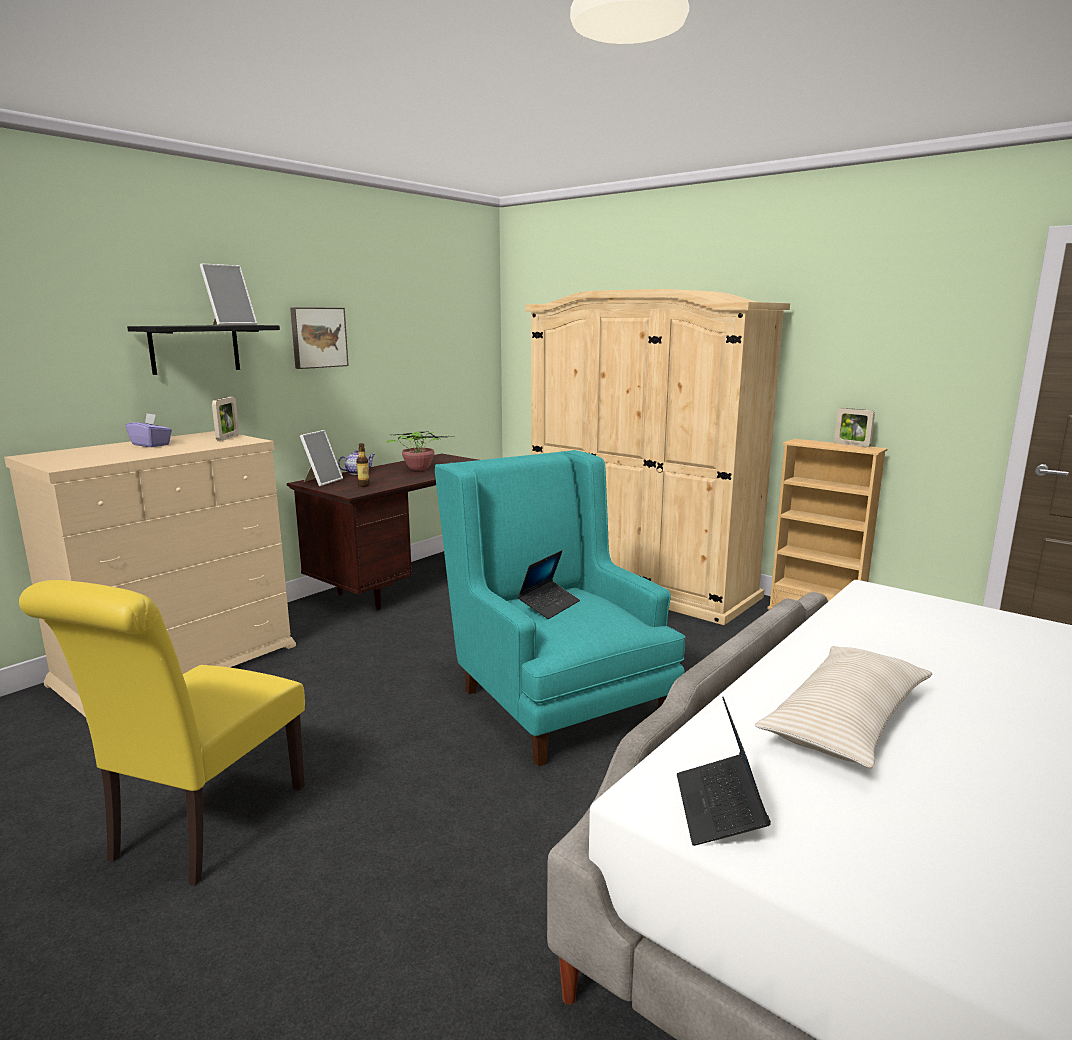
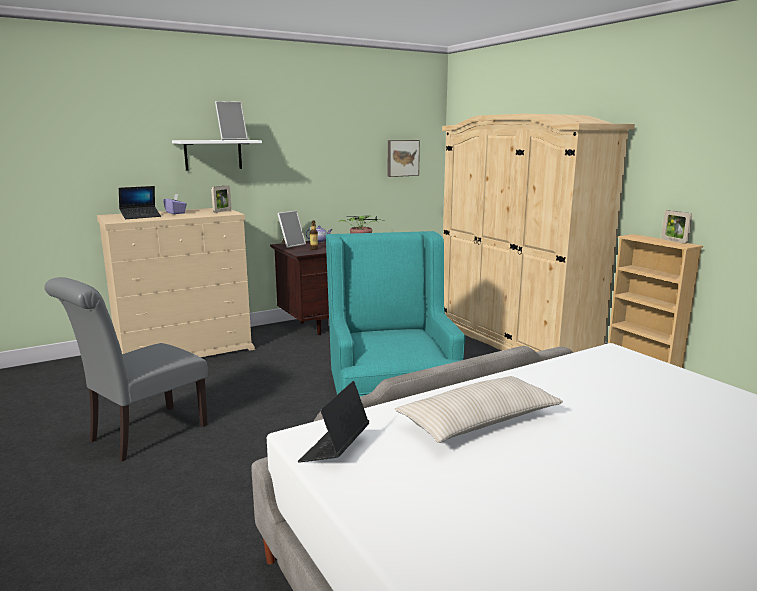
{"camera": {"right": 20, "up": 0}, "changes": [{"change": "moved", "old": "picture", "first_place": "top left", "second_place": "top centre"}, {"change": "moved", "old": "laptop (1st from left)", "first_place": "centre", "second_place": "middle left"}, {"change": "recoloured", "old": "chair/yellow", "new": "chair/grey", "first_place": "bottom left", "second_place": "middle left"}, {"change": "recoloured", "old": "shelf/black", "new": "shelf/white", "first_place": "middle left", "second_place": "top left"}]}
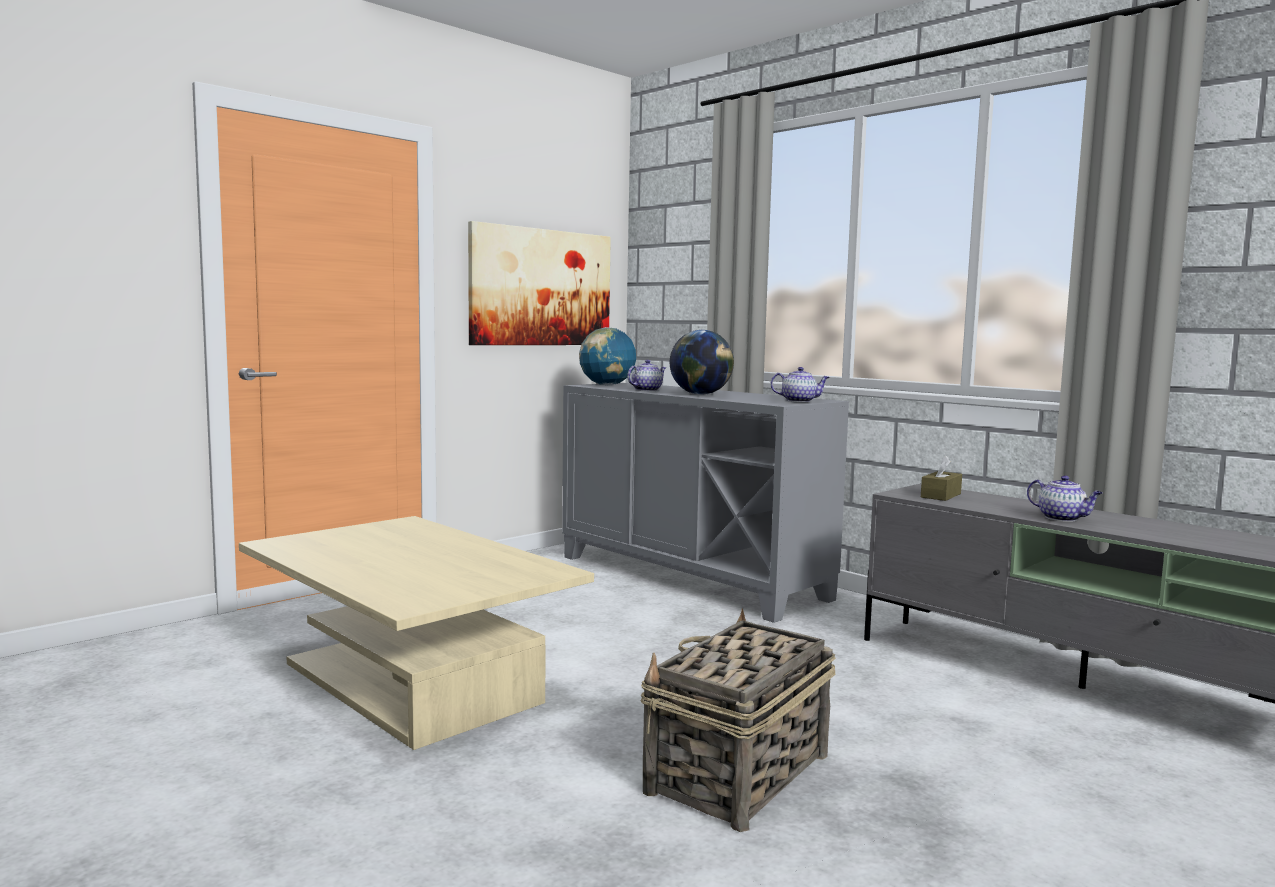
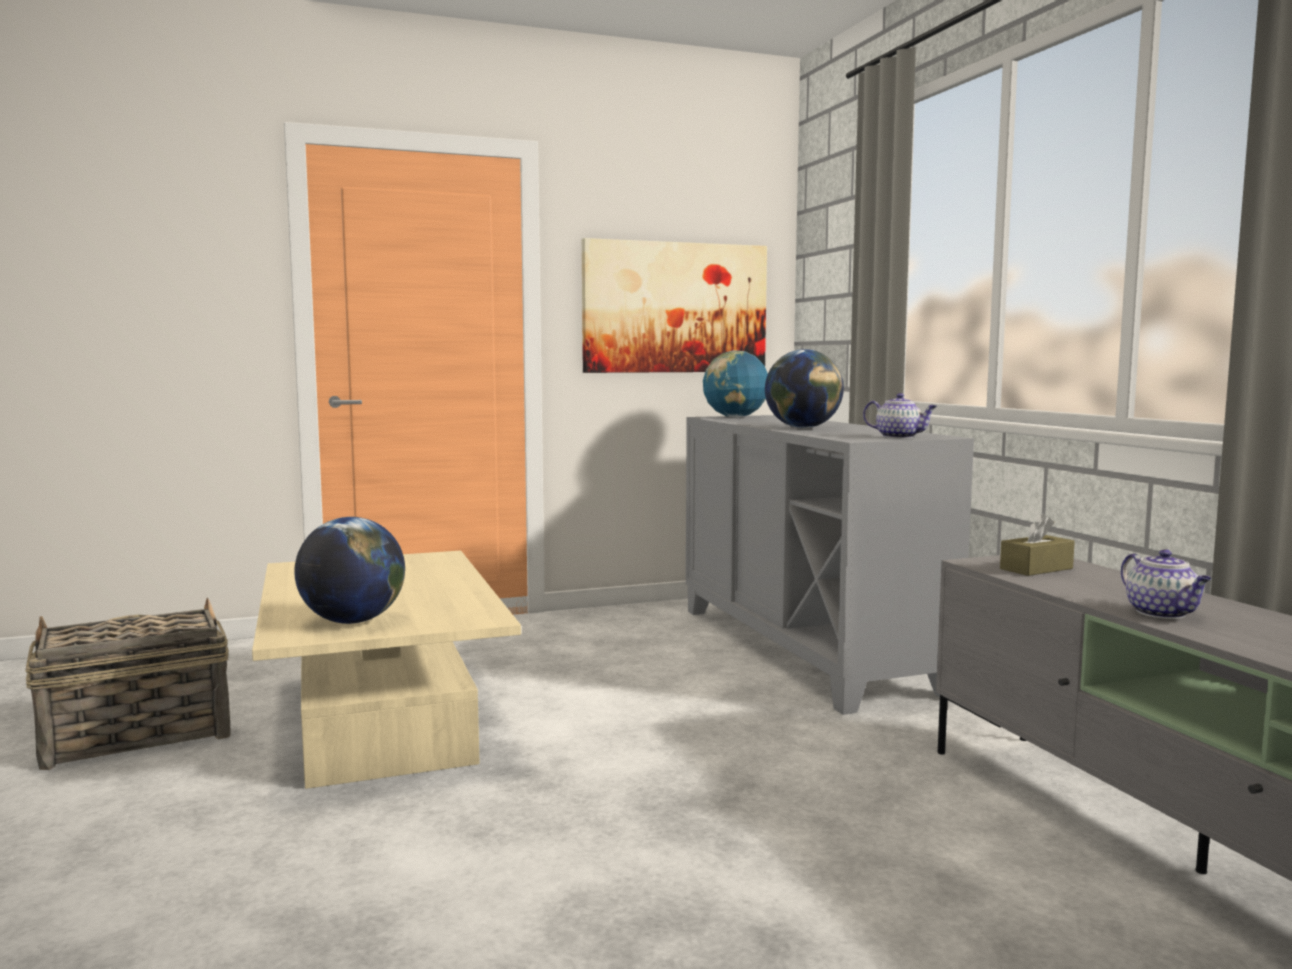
{"camera": {"right": 25, "up": 0}, "changes": [{"change": "removed", "old": "teapot (1st from left)", "first_place": "centre"}, {"change": "added", "new": "globe (1st from left)", "second_place": "middle left"}, {"change": "moved", "old": "basket", "first_place": "bottom centre", "second_place": "bottom left"}]}
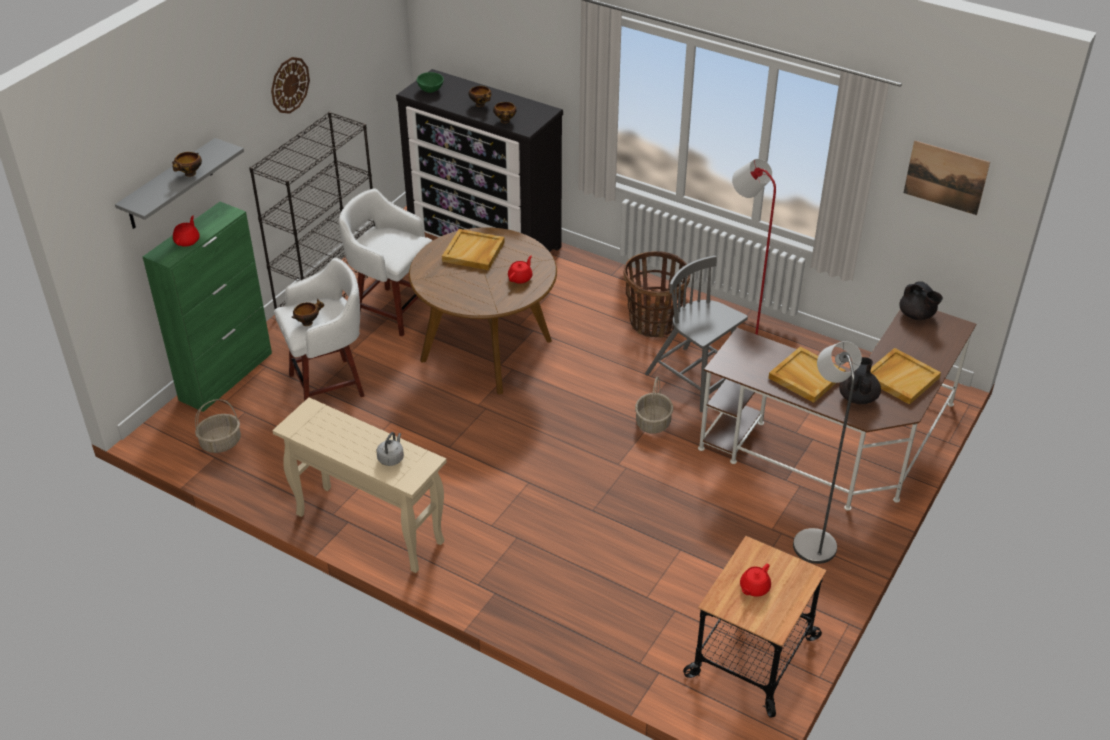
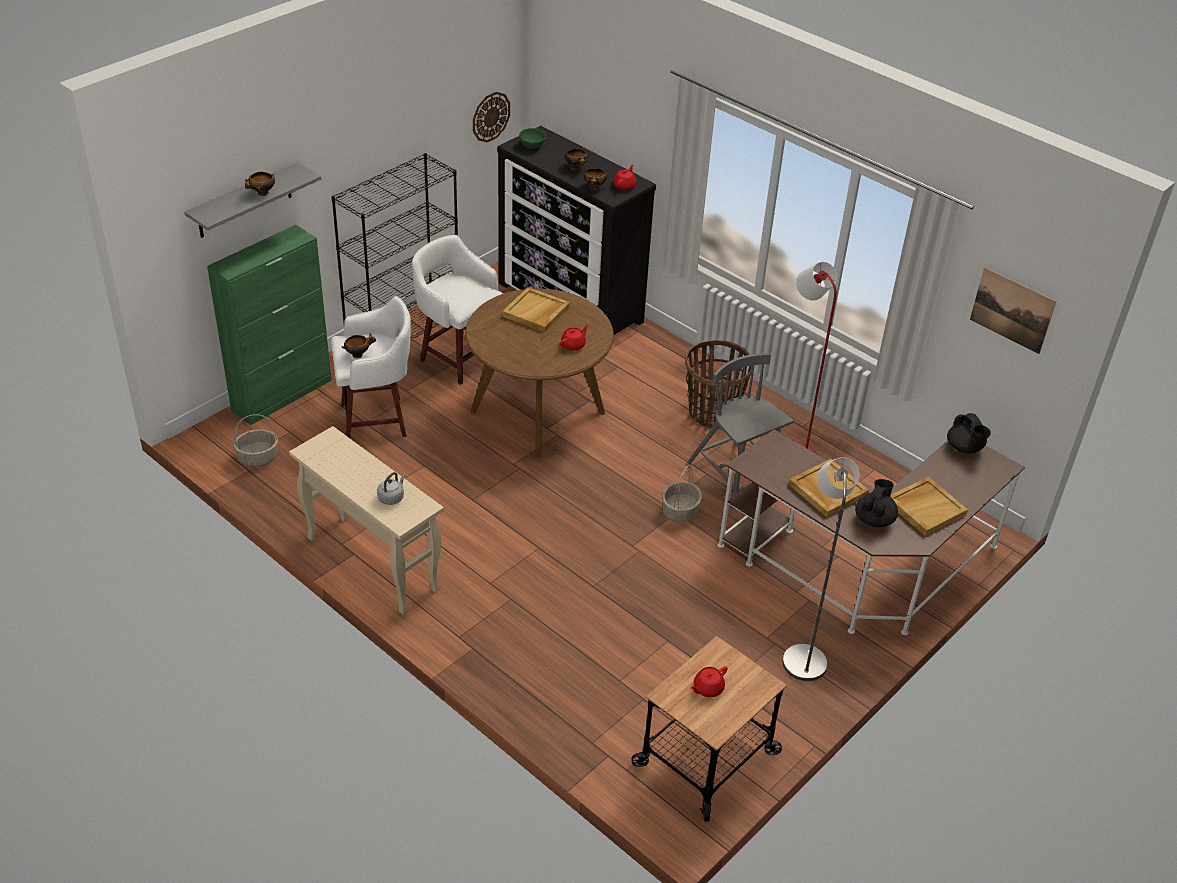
{"camera": {"right": 10, "up": 0}, "changes": [{"change": "moved", "old": "teapot/red (1st from left in the first image)", "new": "teapot/red (2nd from left)", "first_place": "top left", "second_place": "top centre"}, {"change": "moved", "old": "wall clock", "first_place": "top left", "second_place": "top centre"}]}
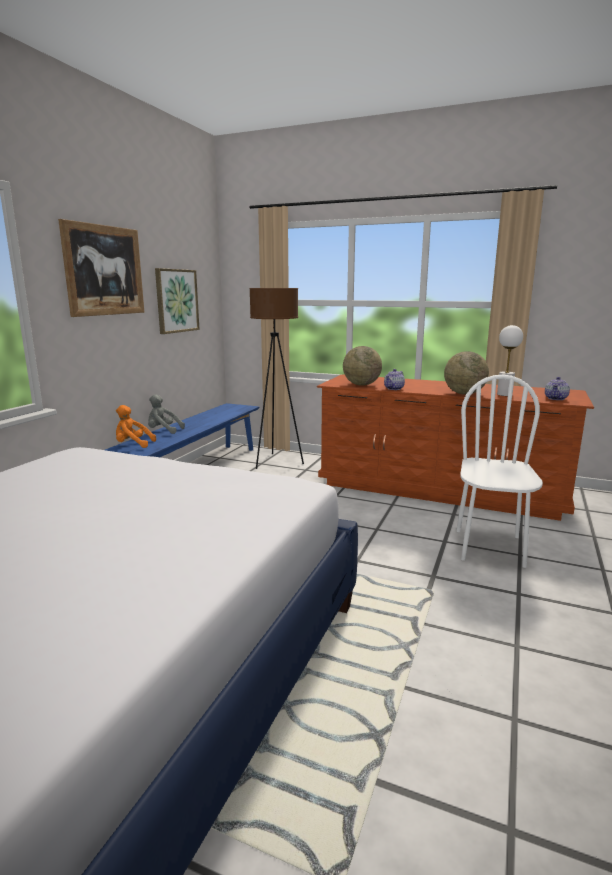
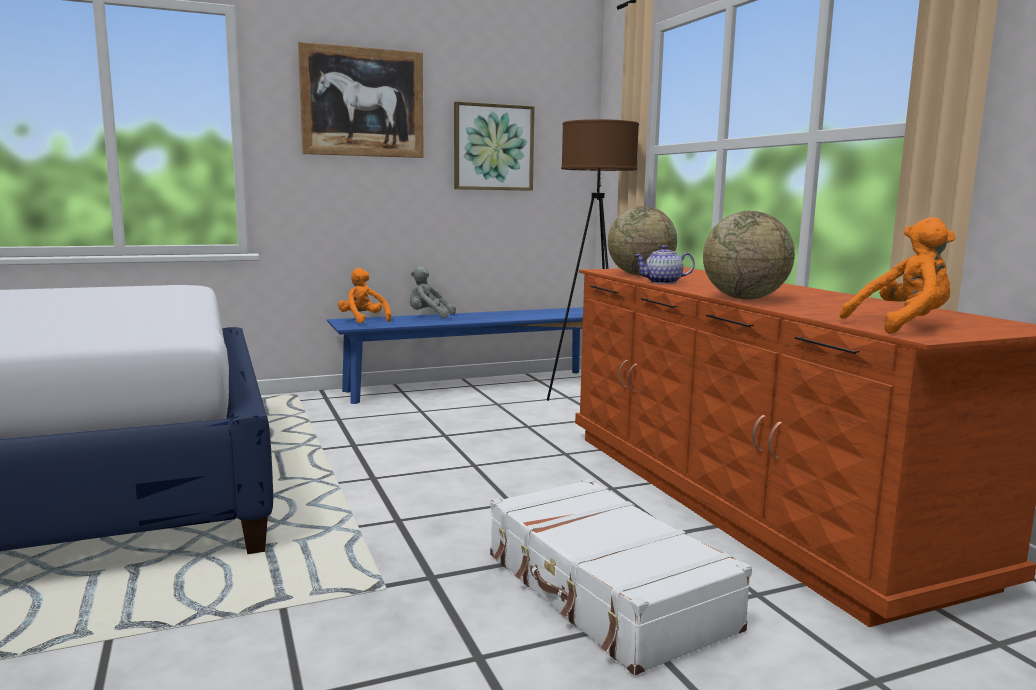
{"camera": {"right": 45, "up": -5}, "changes": [{"change": "removed", "old": "table lamp/white", "first_place": "middle right"}, {"change": "replaced", "old": "chair/white", "new": "suitcase/white", "first_place": "middle right", "second_place": "bottom centre"}, {"change": "replaced", "old": "teapot (2nd from left)", "new": "plush toy/orange (2nd from left)", "first_place": "middle right", "second_place": "middle right"}, {"change": "turned", "old": "plush toy/grey", "first_place": "middle left", "second_place": "centre", "degrees": -45}]}
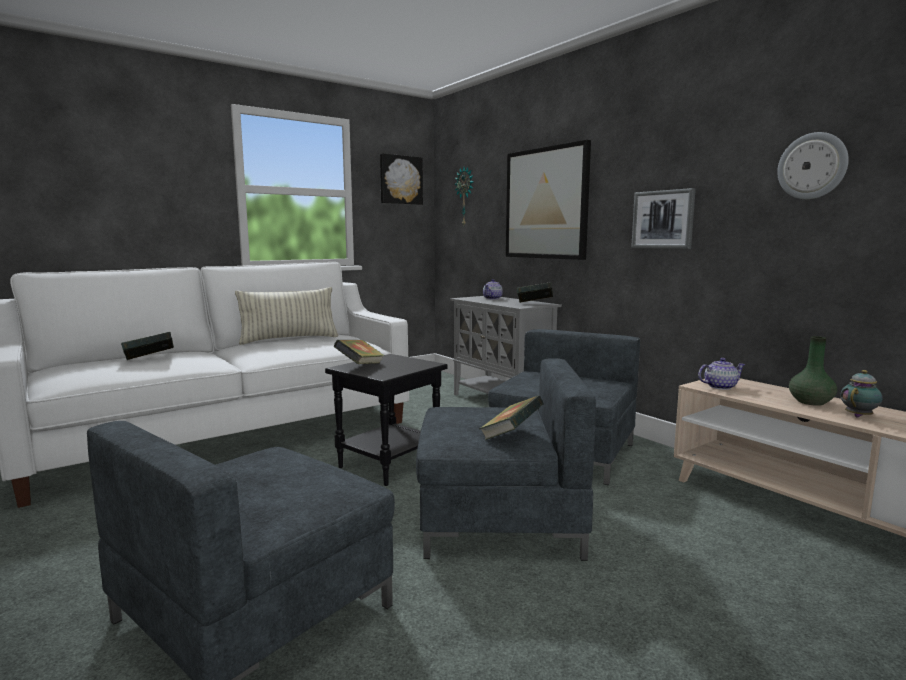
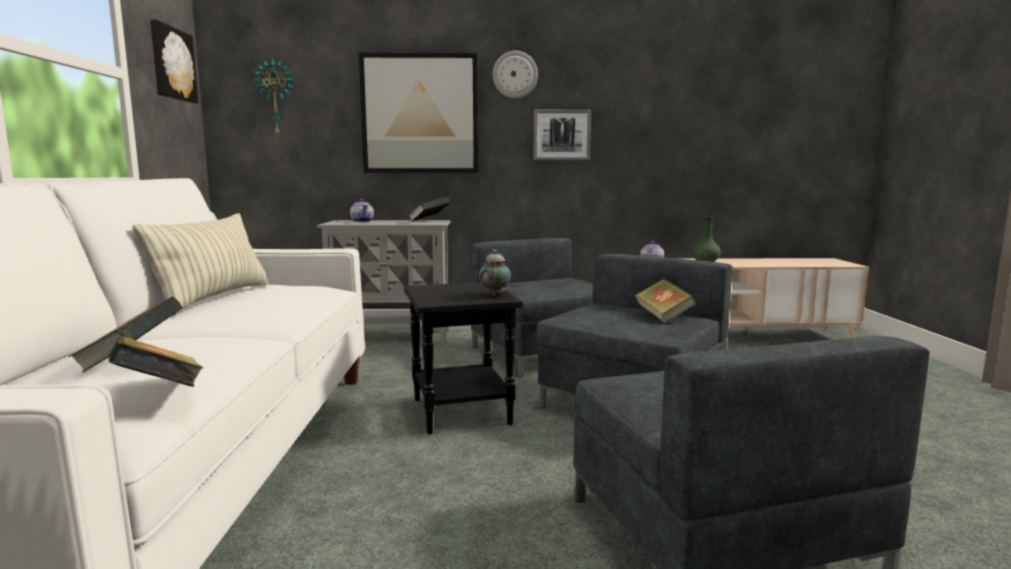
{"camera": {"right": -55, "up": 0}, "changes": [{"change": "moved", "old": "book (2nd from left)", "first_place": "centre", "second_place": "middle left"}, {"change": "moved", "old": "wall clock (2nd from left)", "first_place": "top right", "second_place": "top centre"}, {"change": "moved", "old": "teapot (3rd from left in the first image)", "new": "teapot (2nd from left)", "first_place": "middle right", "second_place": "centre"}]}
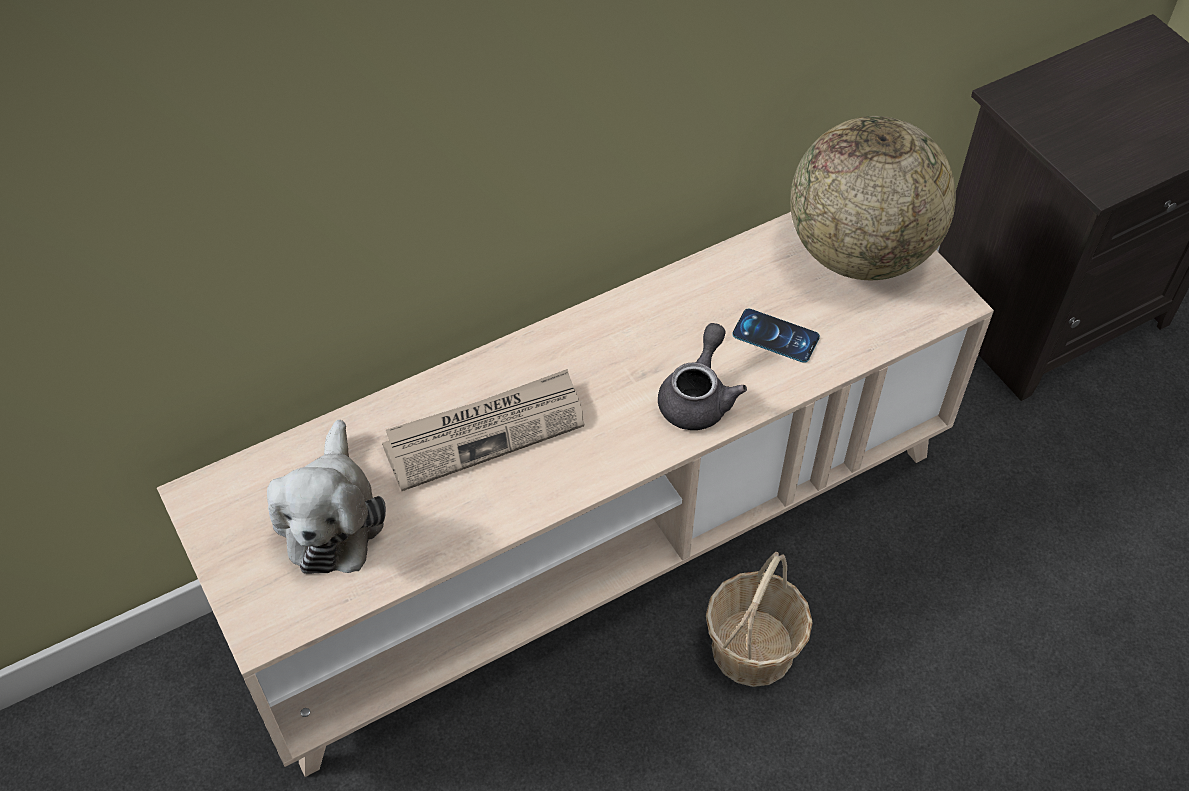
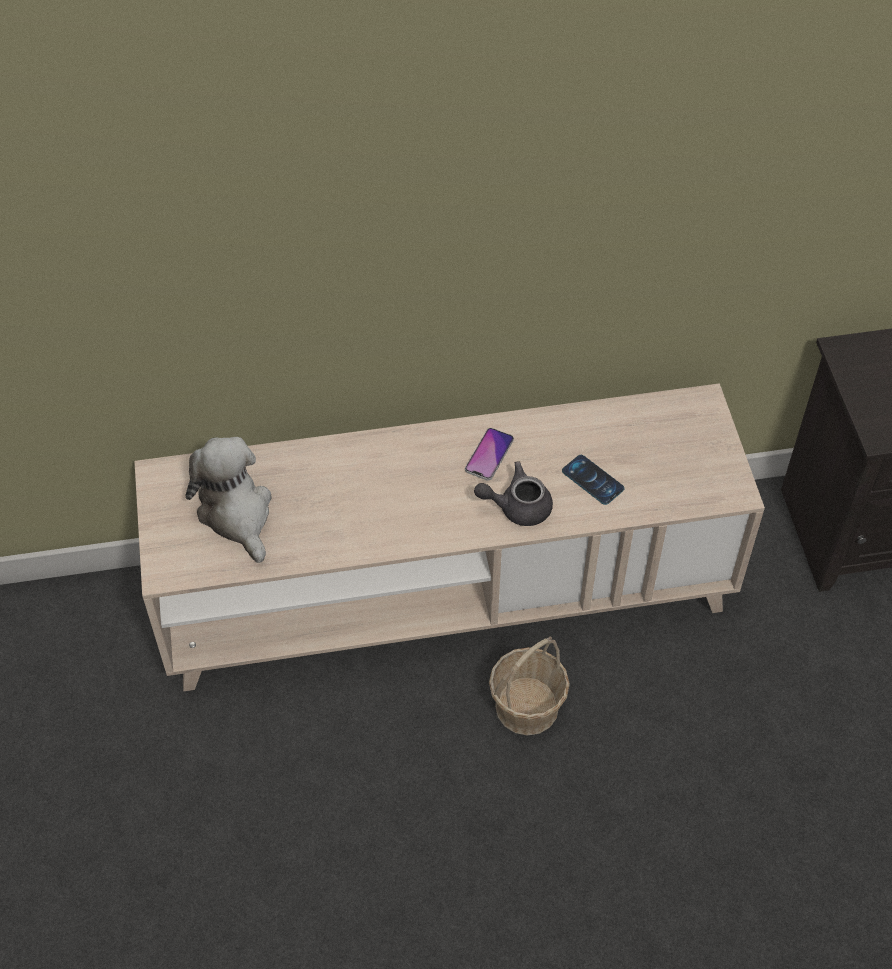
{"camera": {"right": 20, "up": 0}, "changes": [{"change": "removed", "old": "newspaper", "first_place": "centre"}, {"change": "removed", "old": "globe", "first_place": "top right"}, {"change": "added", "new": "phone (1st from left)", "second_place": "centre"}, {"change": "turned", "old": "plush toy", "first_place": "middle left", "second_place": "middle left", "degrees": 135}, {"change": "turned", "old": "teapot/grey", "first_place": "centre", "second_place": "centre", "degrees": -135}]}
